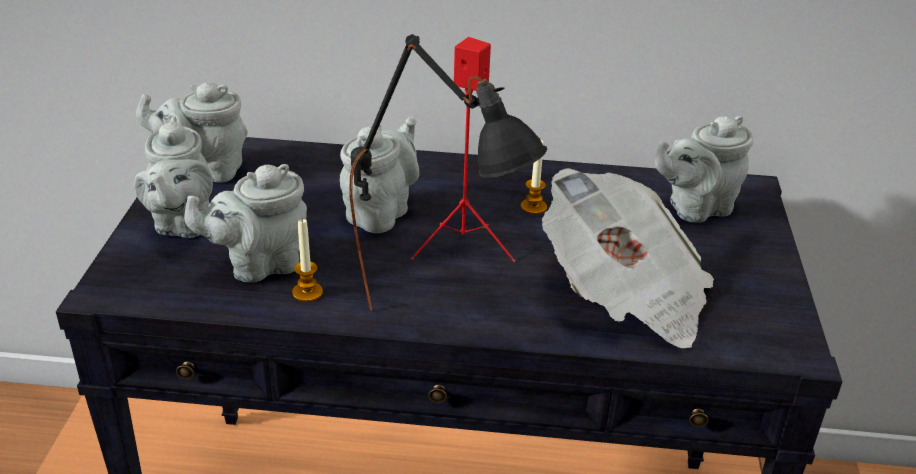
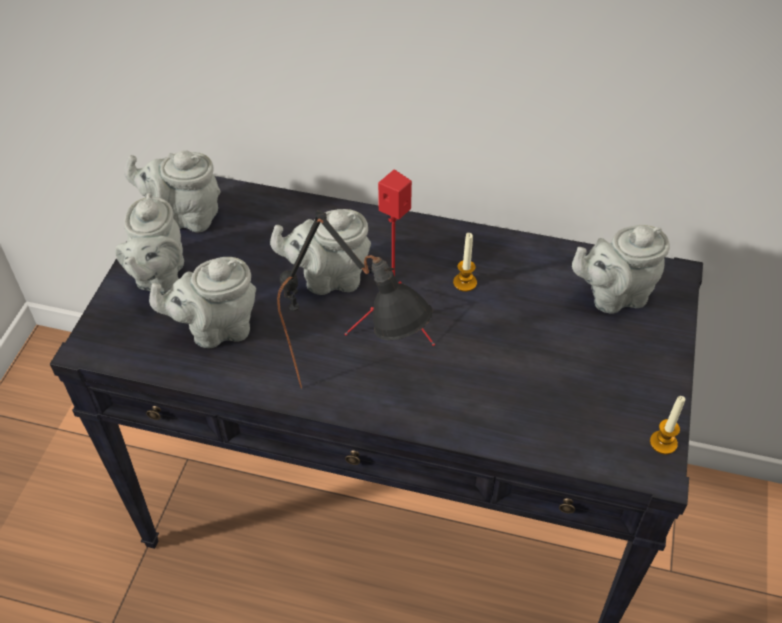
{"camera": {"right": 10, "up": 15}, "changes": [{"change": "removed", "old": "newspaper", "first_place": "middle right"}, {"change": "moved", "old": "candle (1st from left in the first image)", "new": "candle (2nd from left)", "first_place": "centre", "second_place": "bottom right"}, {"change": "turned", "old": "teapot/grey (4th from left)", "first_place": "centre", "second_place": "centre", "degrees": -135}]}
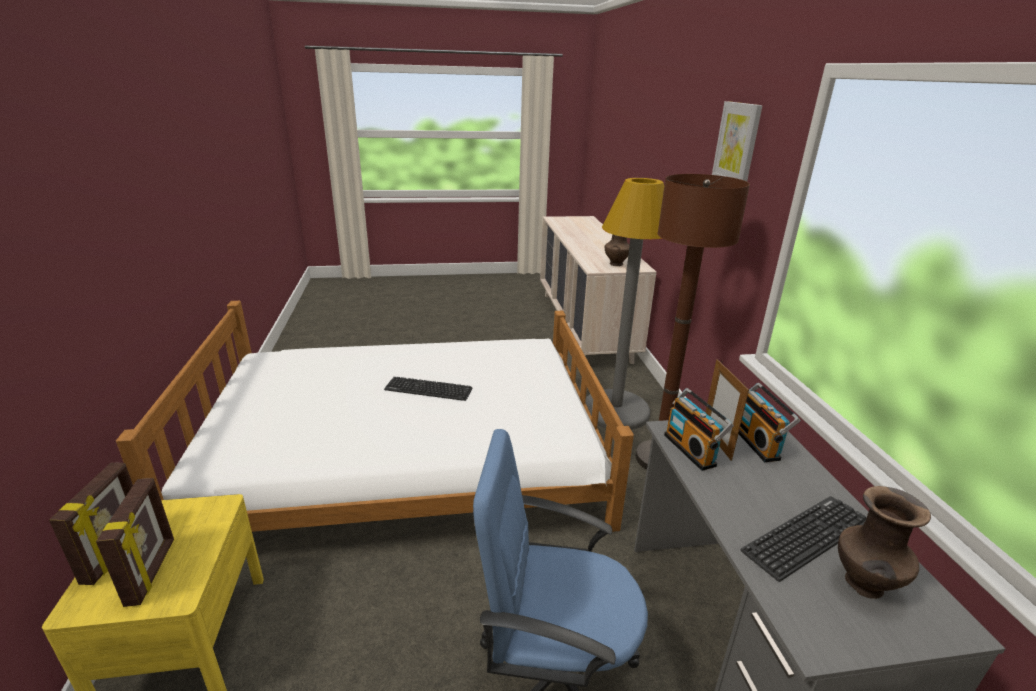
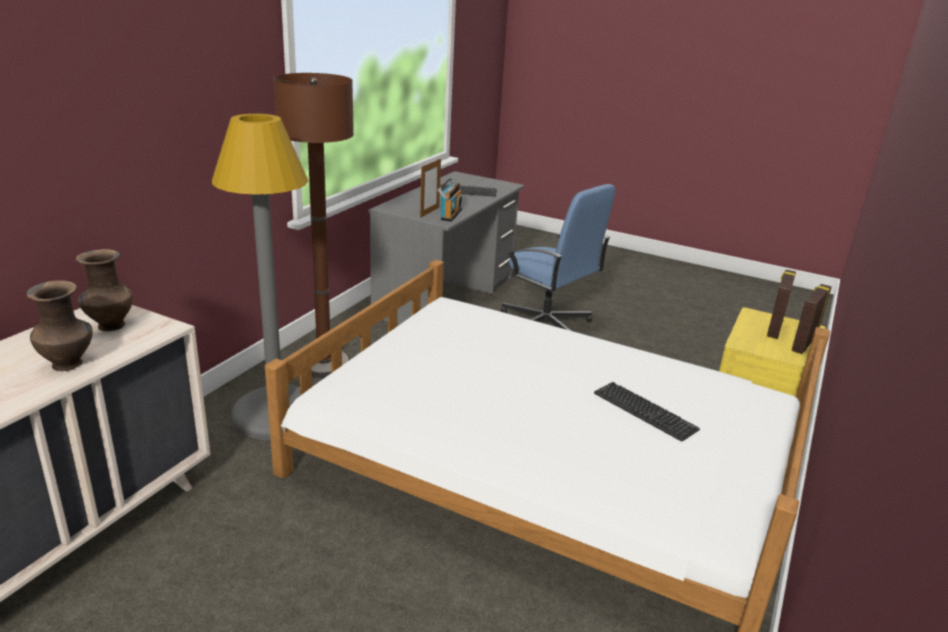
{"camera": {"right": -145, "up": 0}, "changes": [{"change": "removed", "old": "picture", "first_place": "top right"}, {"change": "removed", "old": "radio (2nd from left)", "first_place": "middle right"}, {"change": "moved", "old": "keyboard (1st from left in the first image)", "new": "keyboard (2nd from left)", "first_place": "centre", "second_place": "middle right"}, {"change": "moved", "old": "vase/brown (2nd from left in the first image)", "new": "vase/brown (1st from left)", "first_place": "bottom right", "second_place": "middle left"}]}
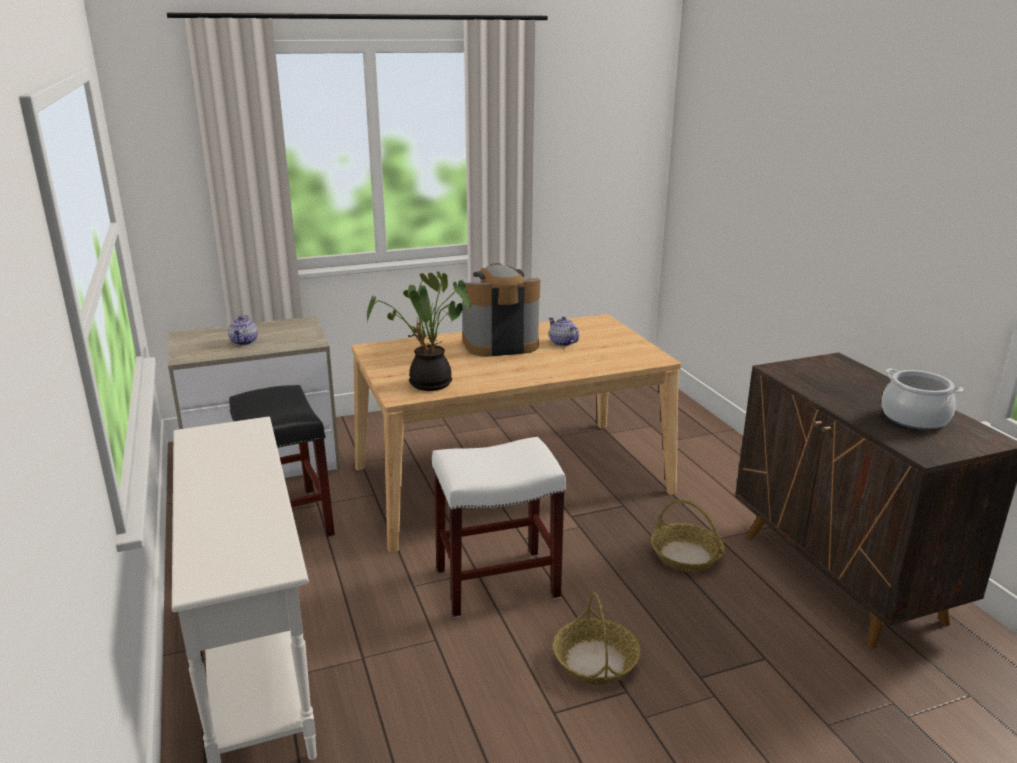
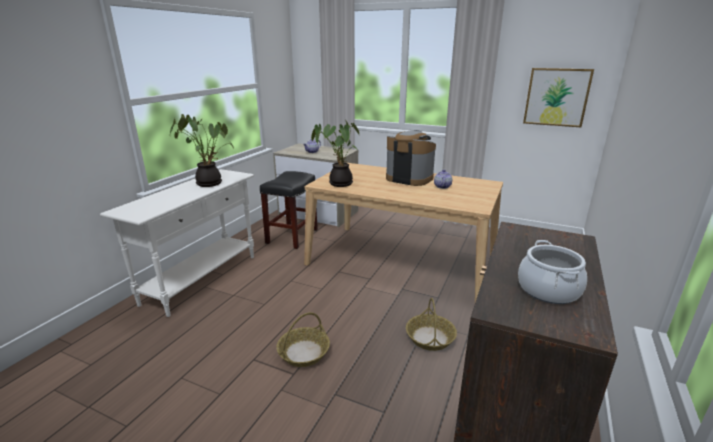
{"camera": {"right": 45, "up": 0}, "changes": [{"change": "removed", "old": "stool/white", "first_place": "bottom centre"}, {"change": "added", "new": "potted plant (1st from left)", "second_place": "middle left"}, {"change": "added", "new": "picture", "second_place": "top right"}]}
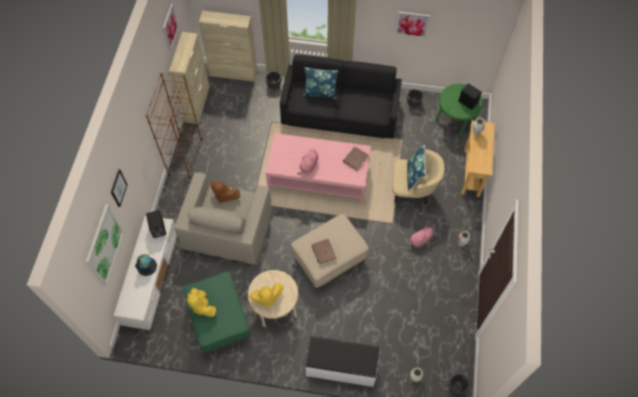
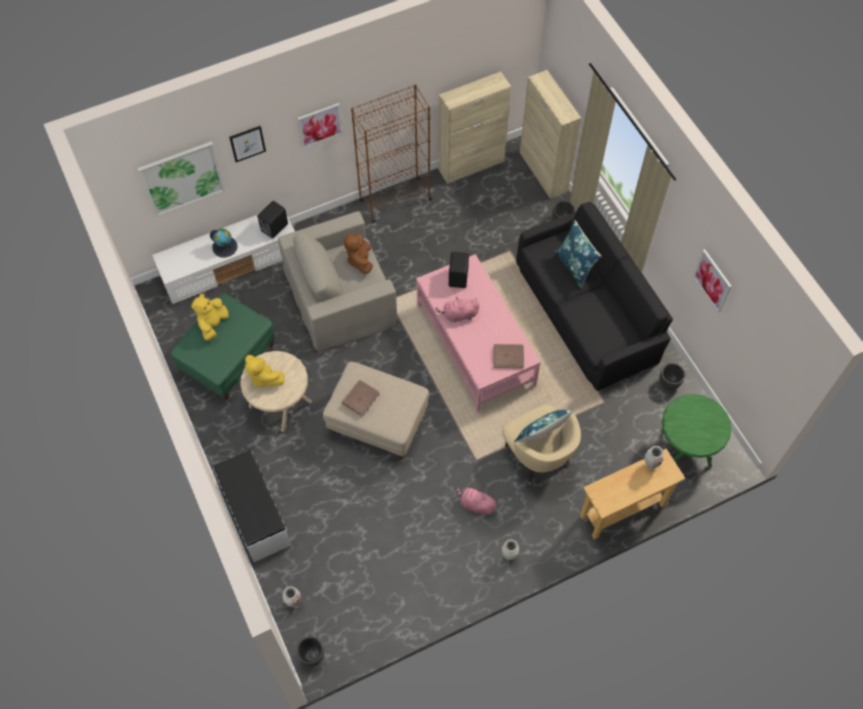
{"camera": {"right": 55, "up": 0}, "changes": [{"change": "moved", "old": "picture (3rd from left)", "first_place": "top left", "second_place": "top centre"}, {"change": "moved", "old": "speaker/black (2nd from left)", "first_place": "top right", "second_place": "centre"}]}
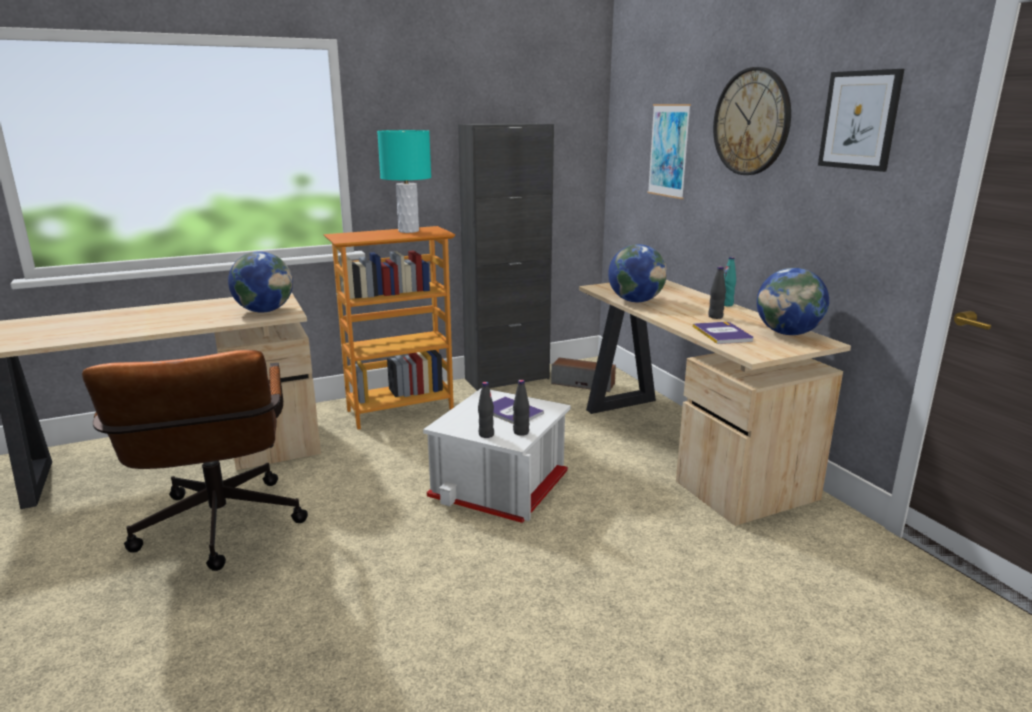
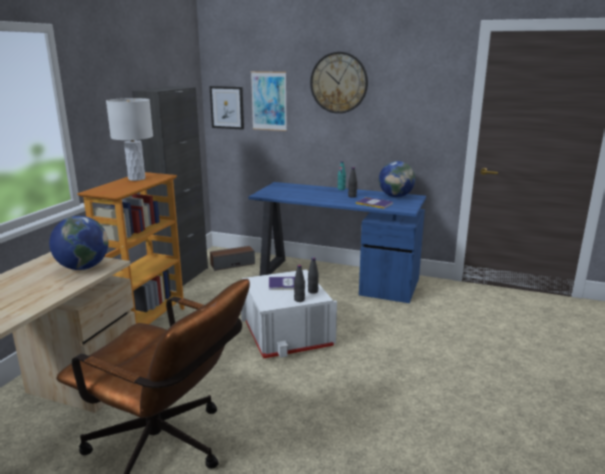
{"camera": {"right": -45, "up": 0}, "changes": [{"change": "removed", "old": "globe (2nd from left)", "first_place": "centre"}, {"change": "moved", "old": "picture (2nd from left in the first image)", "new": "picture (1st from left)", "first_place": "top right", "second_place": "top centre"}, {"change": "recoloured", "old": "table lamp/turquoise", "new": "table lamp/white", "first_place": "top centre", "second_place": "top left"}, {"change": "recoloured", "old": "desk/beige (2nd from left)", "new": "desk/blue", "first_place": "middle right", "second_place": "centre"}]}
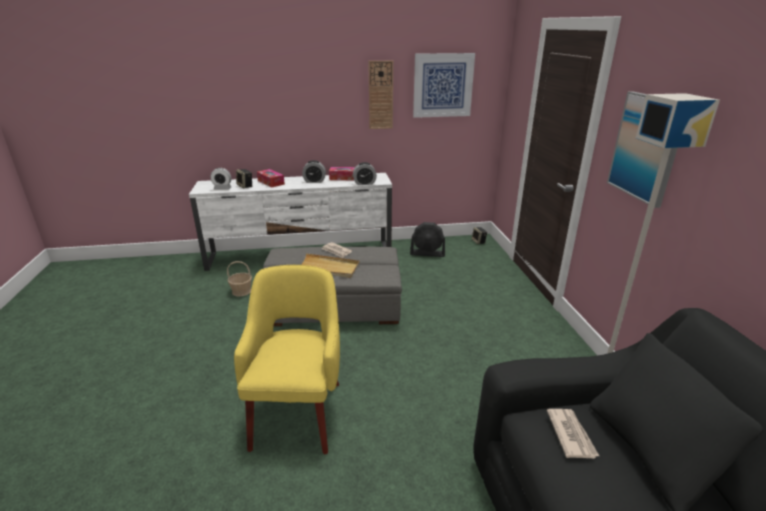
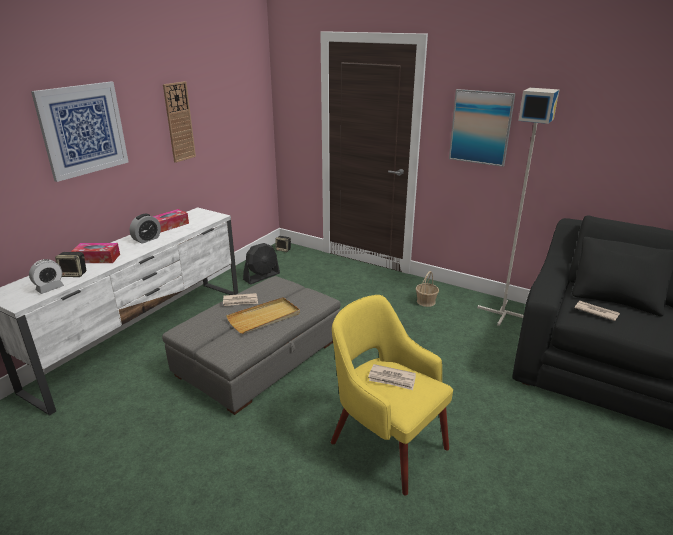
{"camera": {"right": -50, "up": 0}, "changes": [{"change": "removed", "old": "alarm clock (3rd from left)", "first_place": "centre"}, {"change": "added", "new": "newspaper (2nd from left)", "second_place": "bottom centre"}, {"change": "moved", "old": "basket", "first_place": "middle left", "second_place": "centre"}, {"change": "moved", "old": "picture (1st from left)", "first_place": "top centre", "second_place": "top left"}]}
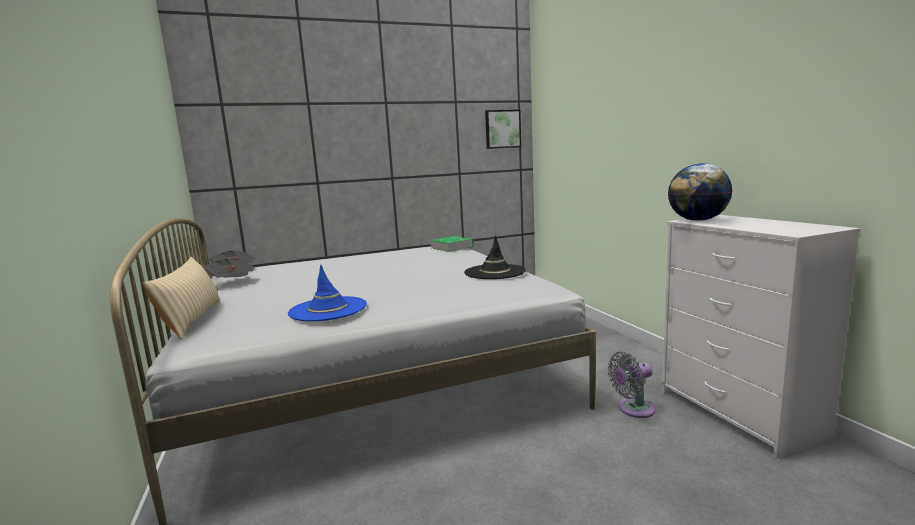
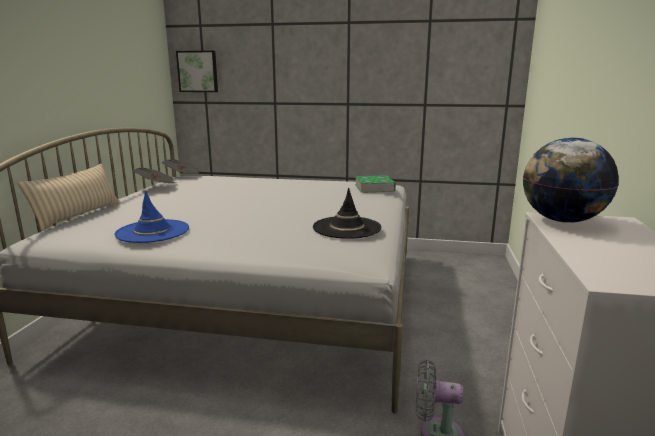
{"camera": {"right": 30, "up": 5}, "changes": [{"change": "moved", "old": "picture", "first_place": "top centre", "second_place": "top left"}]}
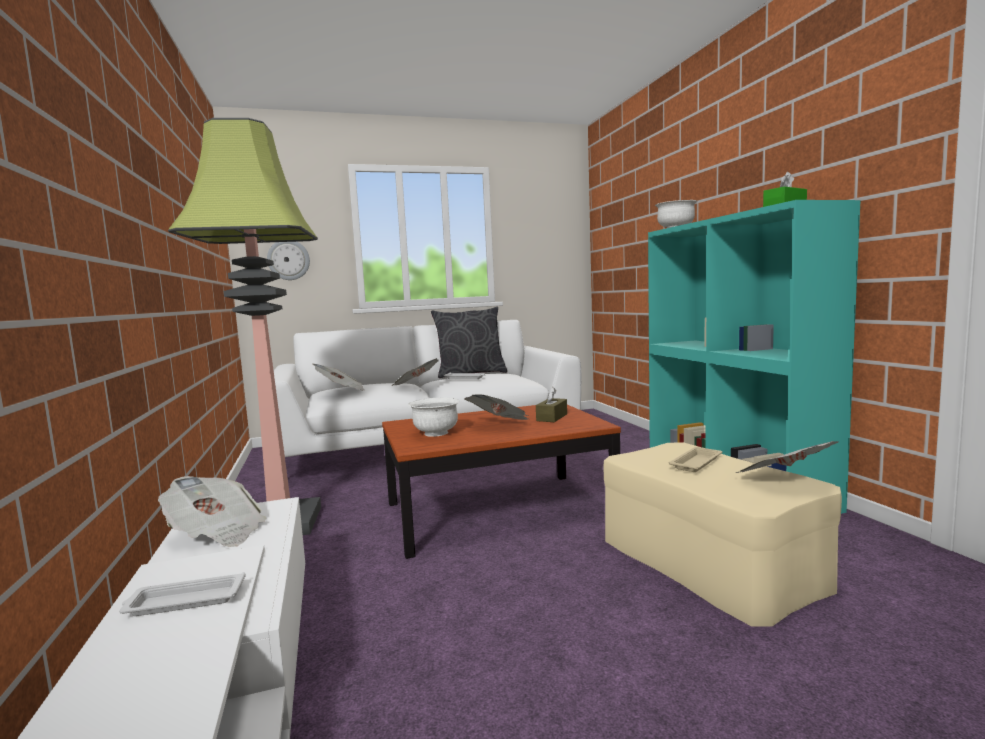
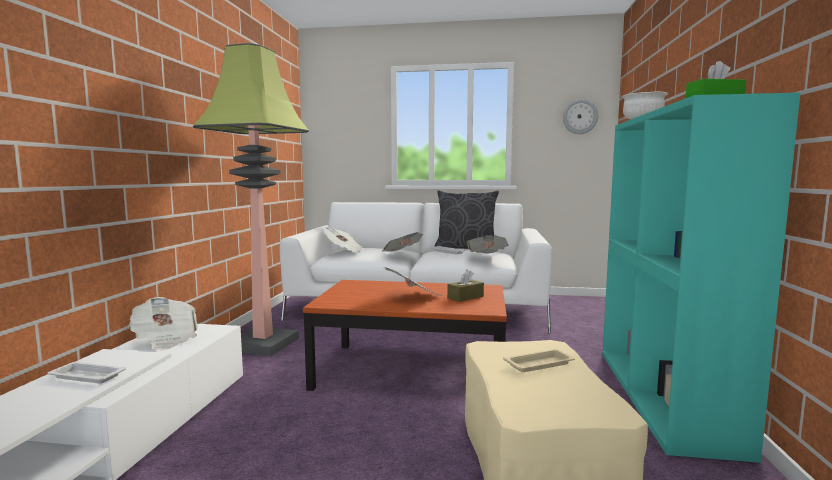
{"camera": {"right": 25, "up": 0}, "changes": [{"change": "removed", "old": "bowl/white (1st from left)", "first_place": "centre"}, {"change": "moved", "old": "wall clock", "first_place": "middle left", "second_place": "top right"}, {"change": "moved", "old": "newspaper (5th from left)", "first_place": "middle right", "second_place": "centre"}]}
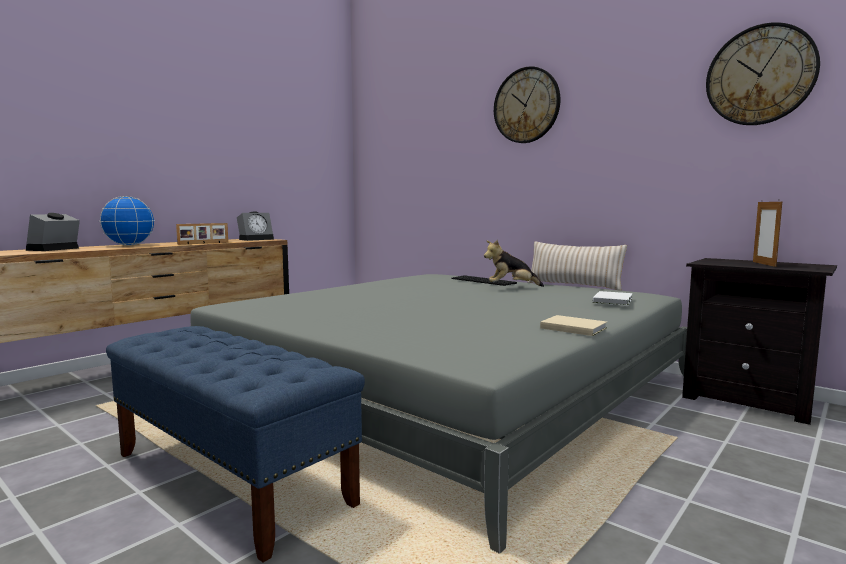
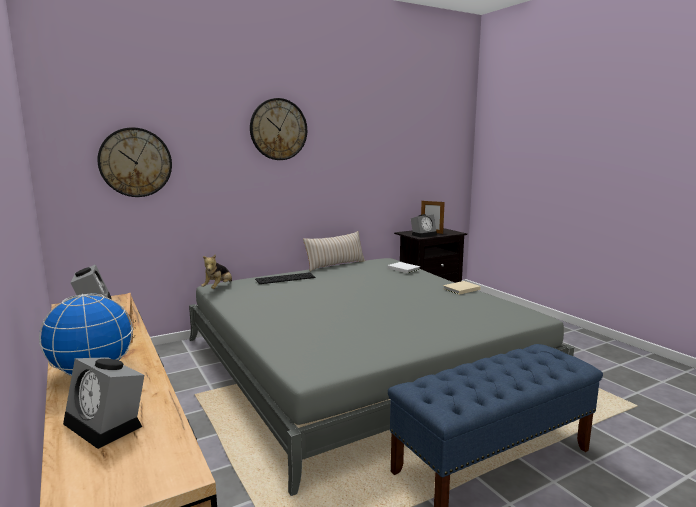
{"camera": {"right": -70, "up": 5}, "changes": [{"change": "added", "new": "alarm clock (3rd from left)", "second_place": "centre"}, {"change": "moved", "old": "plush toy", "first_place": "centre", "second_place": "middle left"}, {"change": "moved", "old": "wall clock (2nd from left in the first image)", "new": "wall clock (1st from left)", "first_place": "top right", "second_place": "top left"}]}
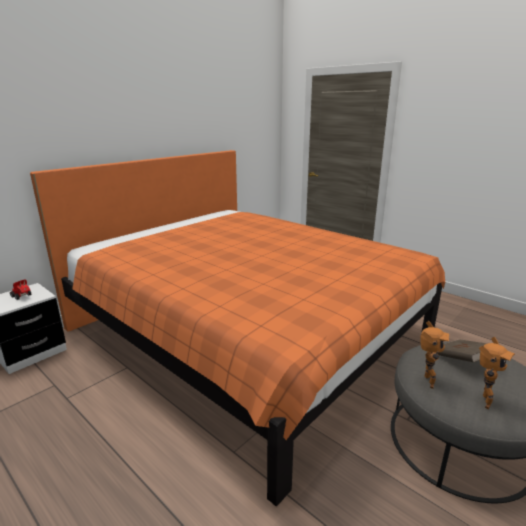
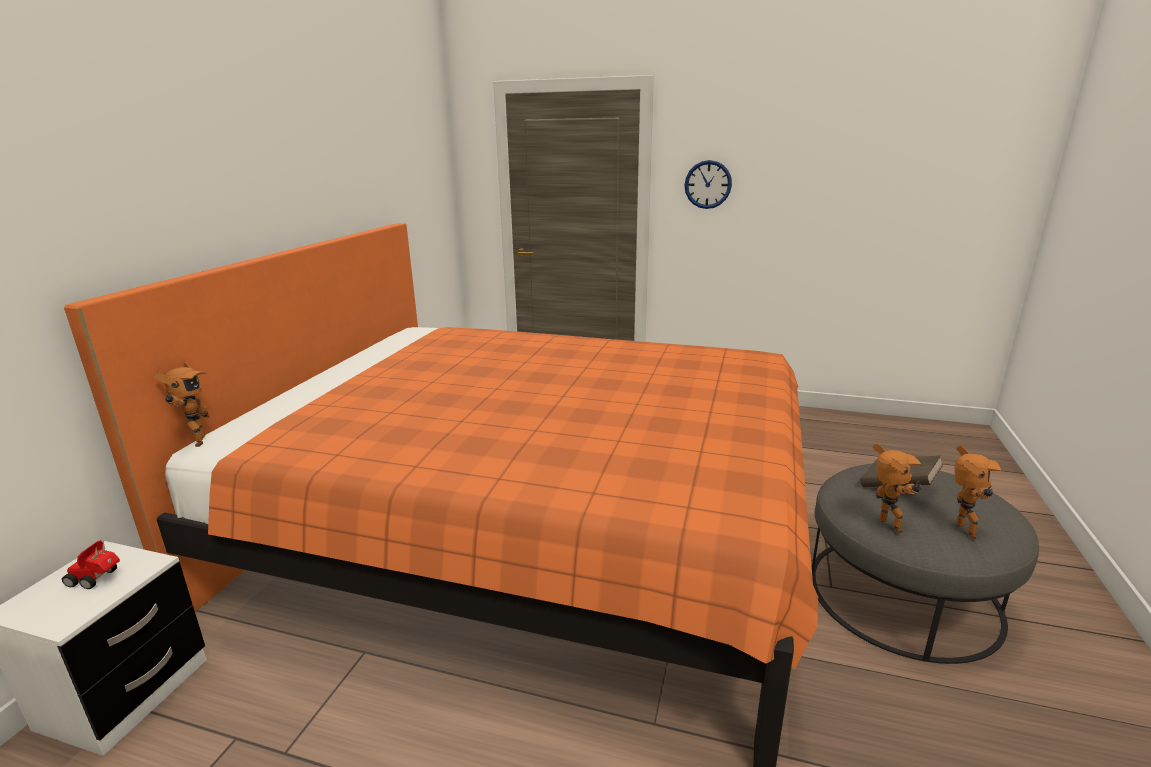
{"camera": {"right": -25, "up": 0}, "changes": [{"change": "added", "new": "toy robot (1st from left)", "second_place": "middle left"}, {"change": "added", "new": "wall clock", "second_place": "top centre"}]}
